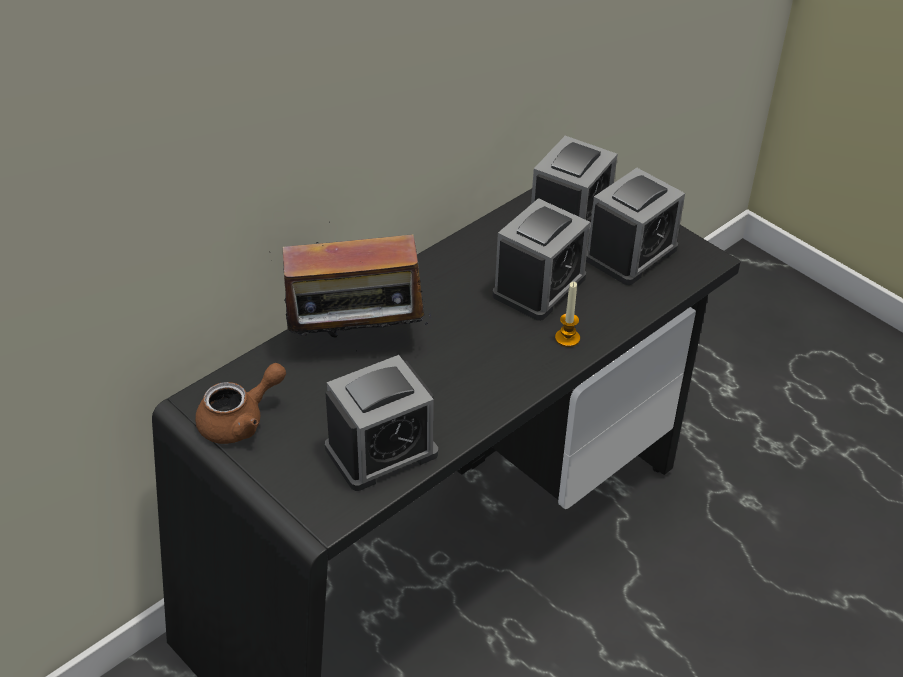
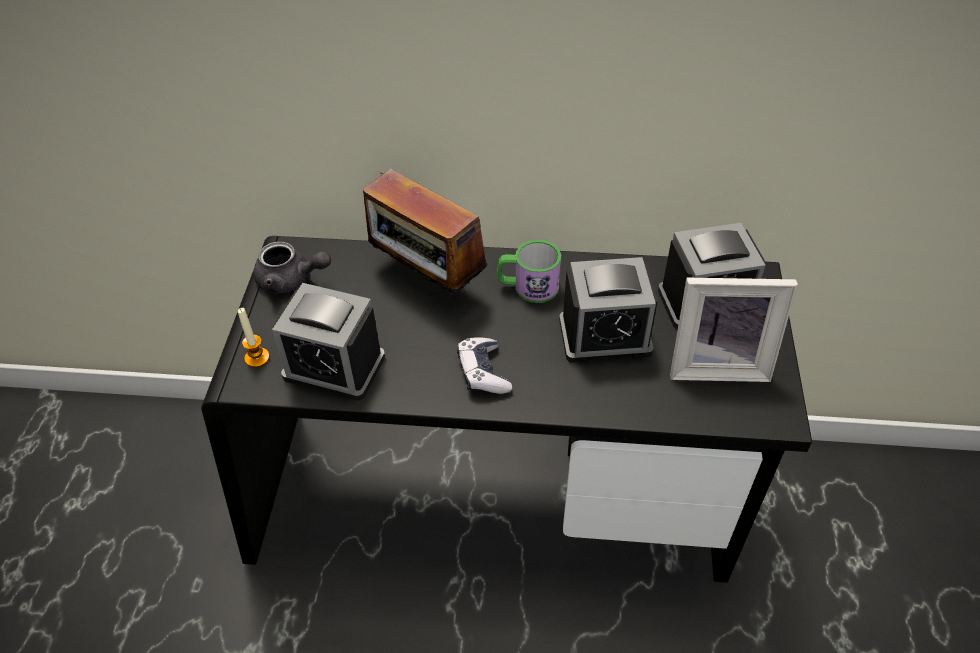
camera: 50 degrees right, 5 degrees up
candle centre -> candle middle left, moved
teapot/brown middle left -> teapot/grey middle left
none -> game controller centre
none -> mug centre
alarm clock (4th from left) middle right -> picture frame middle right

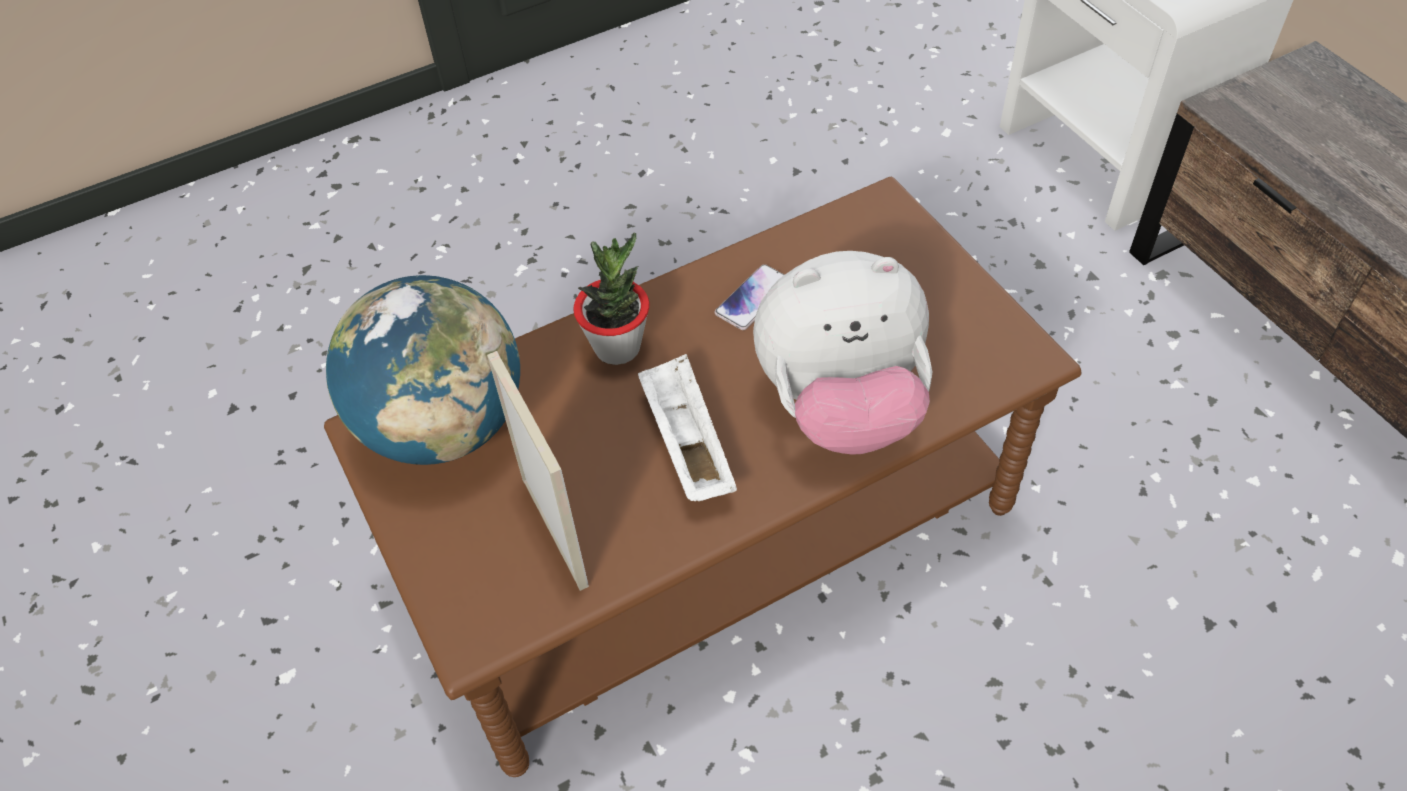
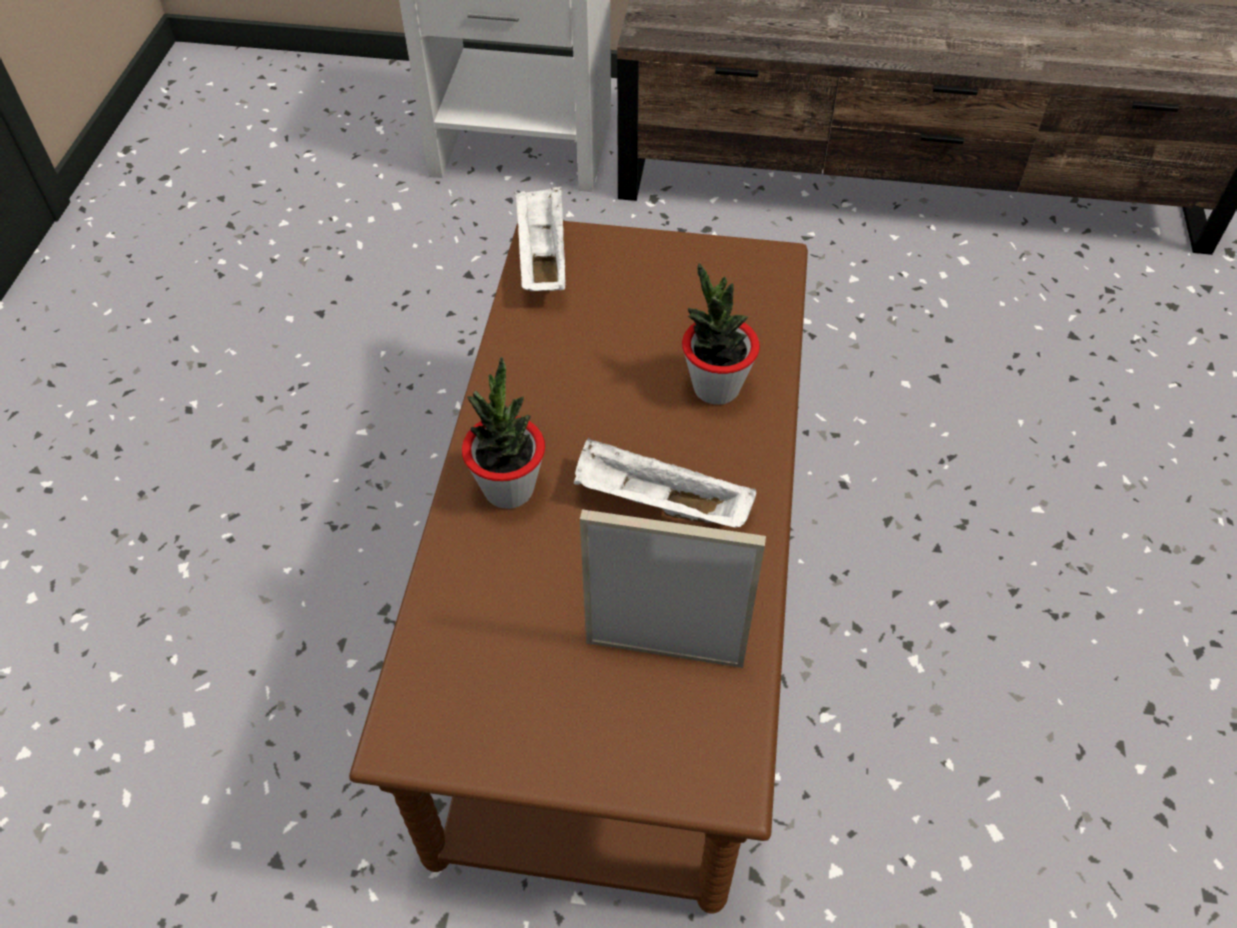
camera: 55 degrees left, 0 degrees up
none -> tray/white (1st from left) top centre
plush toy centre -> potted plant (2nd from left) centre
globe middle left -> none
phone centre -> none

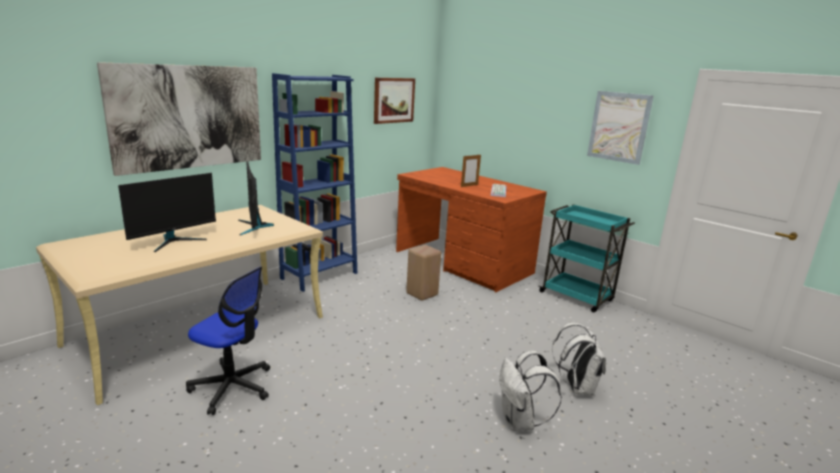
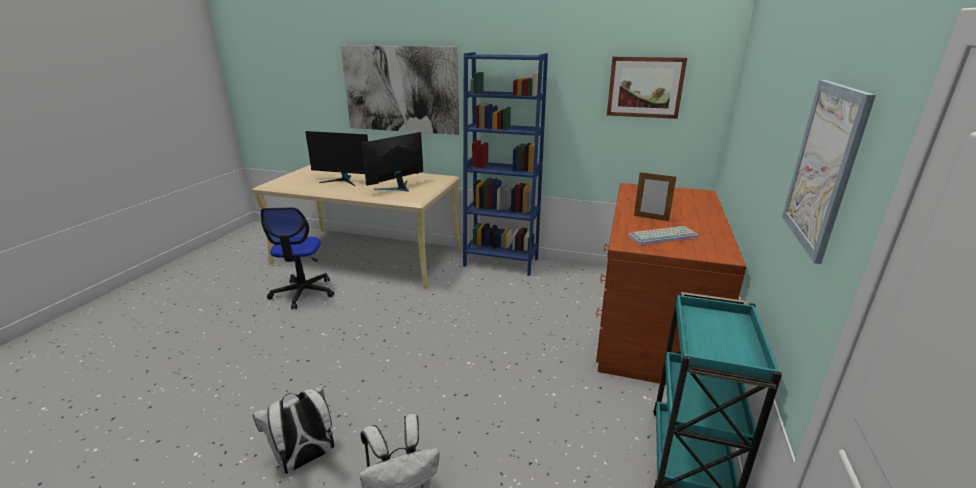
camera: 65 degrees right, 5 degrees up
stool/beige centre -> none

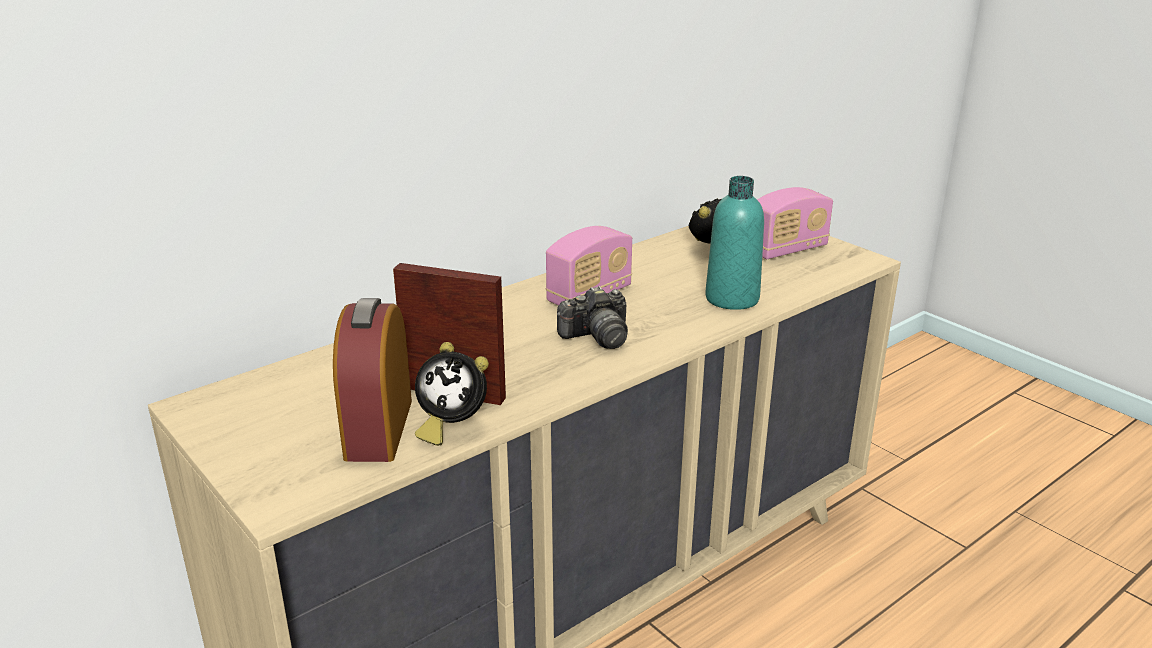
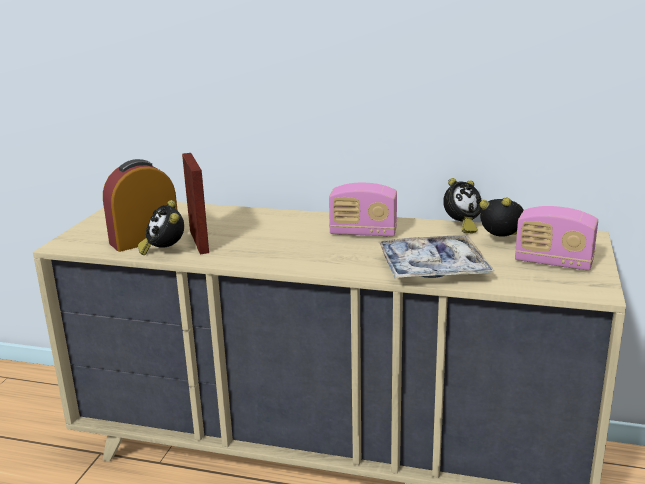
camera: 55 degrees right, 5 degrees down
bottle/turquoise centre -> tray middle right
none -> alarm clock (3rd from left) middle right
photo camera centre -> none

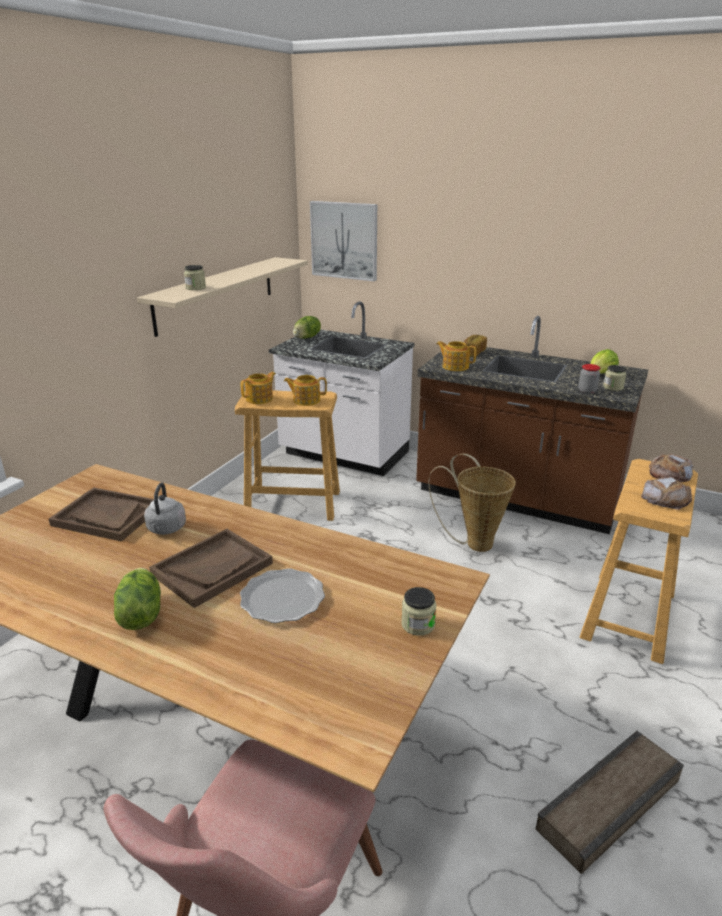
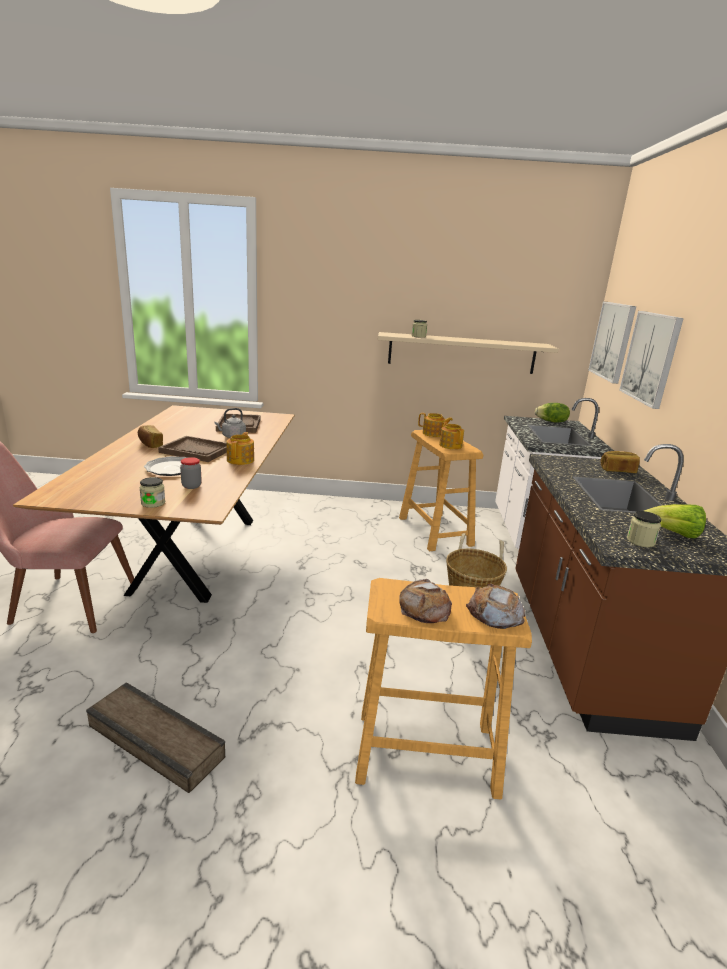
camera: 65 degrees right, 5 degrees down
lettuce (1st from left) middle left -> bread (1st from left) middle left
jar (3rd from left in the first image) middle right -> jar (2nd from left) middle left, moved
teapot (3rd from left in the first image) centre -> teapot (1st from left) middle left, moved
none -> picture (2nd from left) middle right

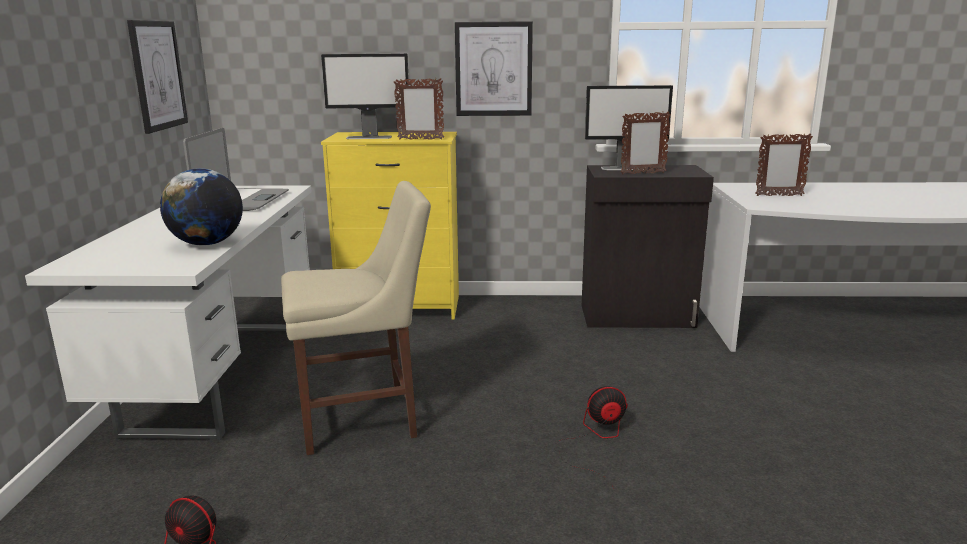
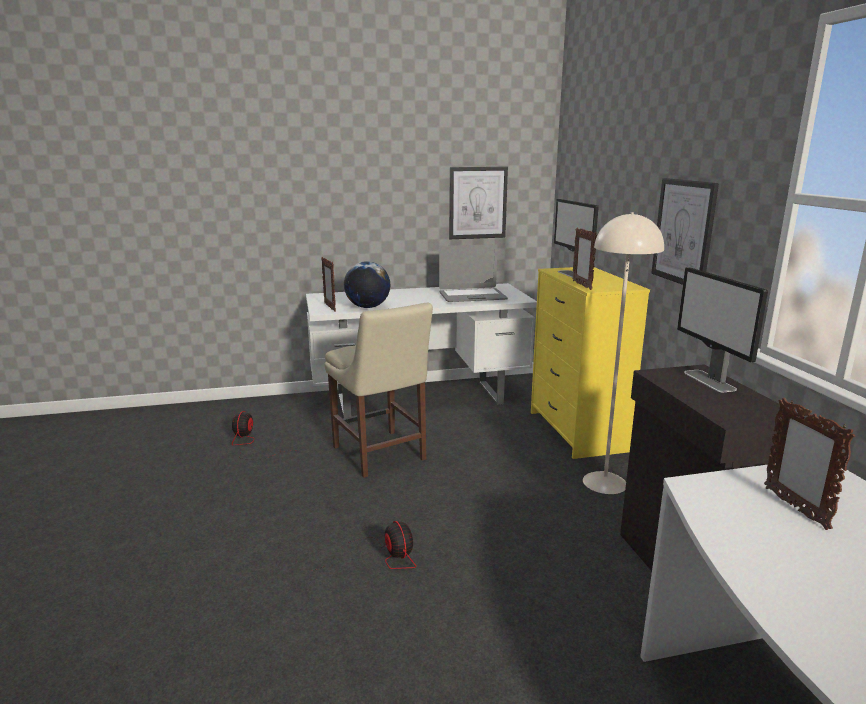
camera: 75 degrees right, 0 degrees up
picture frame (2nd from left in the first image) top right -> picture frame (1st from left) centre, moved
none -> floor lamp/beige middle right

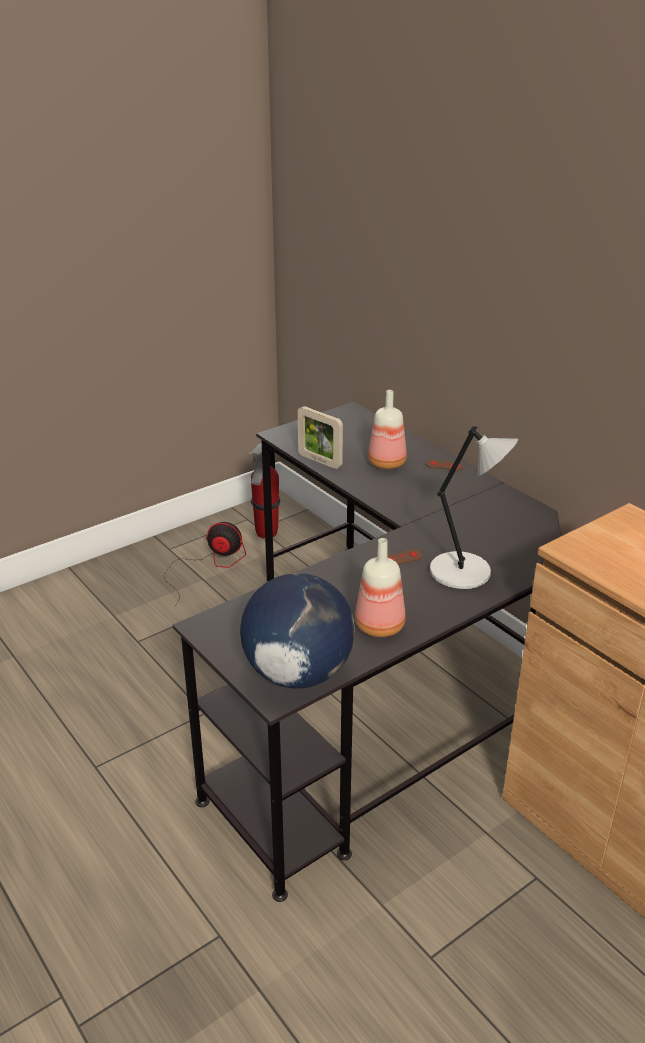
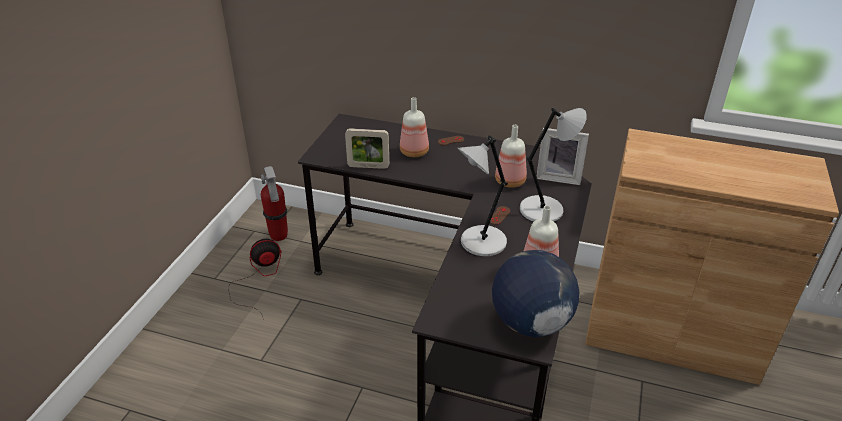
camera: 35 degrees left, 5 degrees up
none -> table lamp/grey (1st from left) centre
none -> bottle (2nd from left) centre
none -> picture frame (2nd from left) middle right

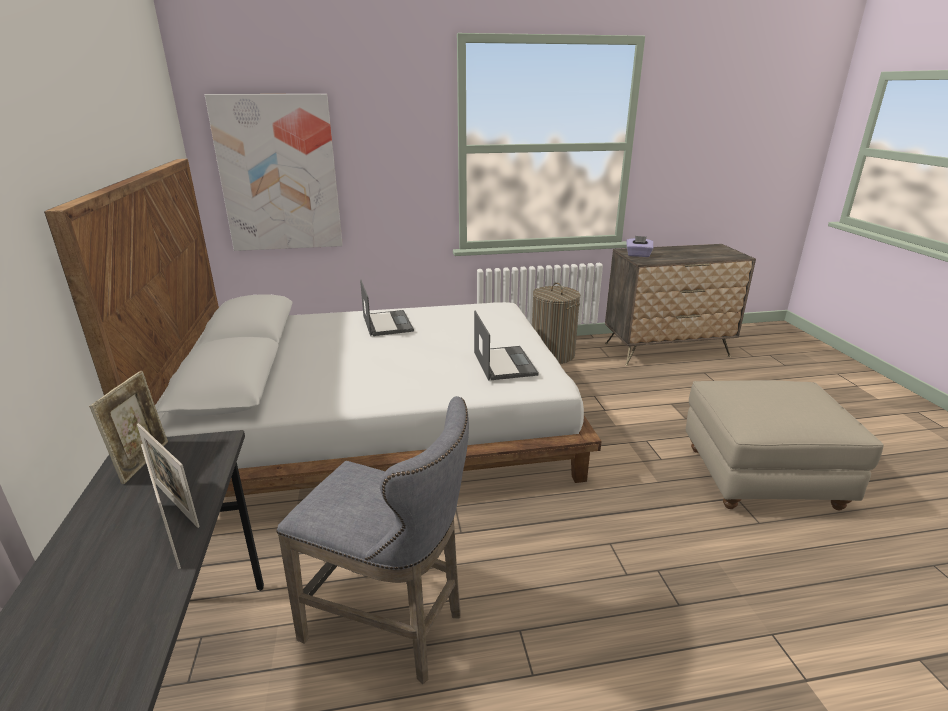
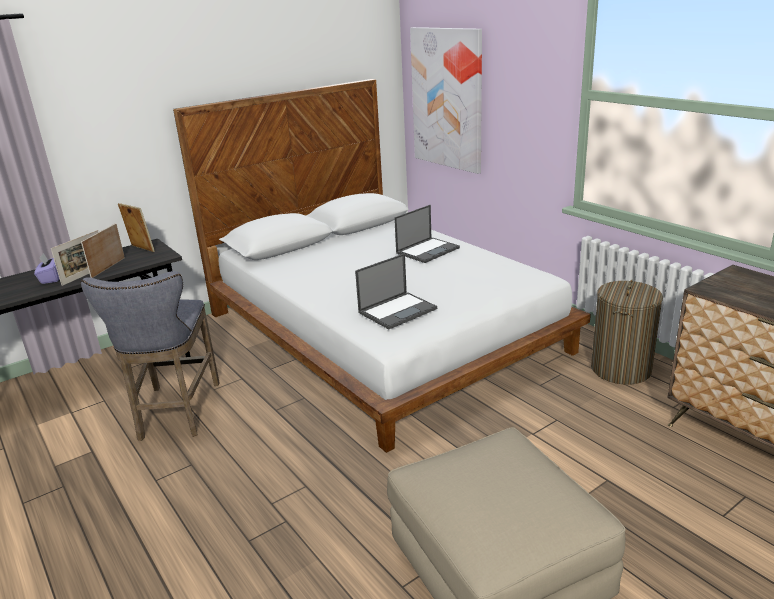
camera: 65 degrees right, 0 degrees up
tissue box/purple middle right -> tissue box/purple middle left, moved
picture frame (1st from left in the first image) middle left -> picture frame (3rd from left) middle left, 120 degrees counterclockwise

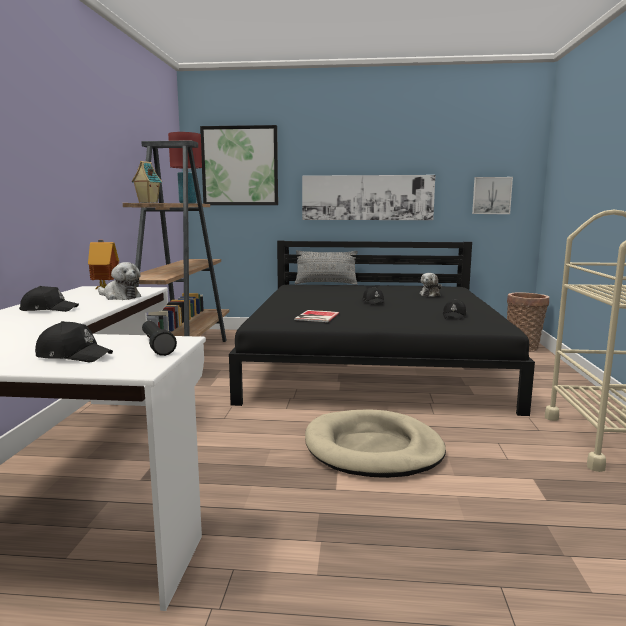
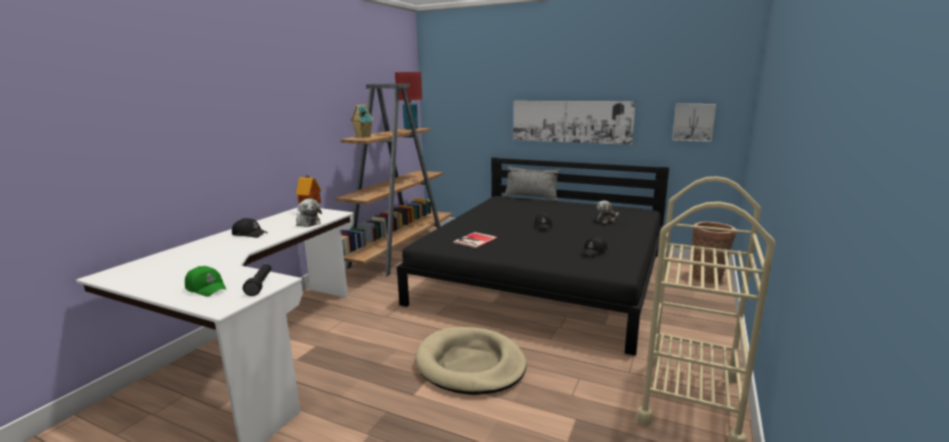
camera: 20 degrees right, 5 degrees up
cap/black (2nd from left) middle left -> cap/green middle left
picture (1st from left) top centre -> none

